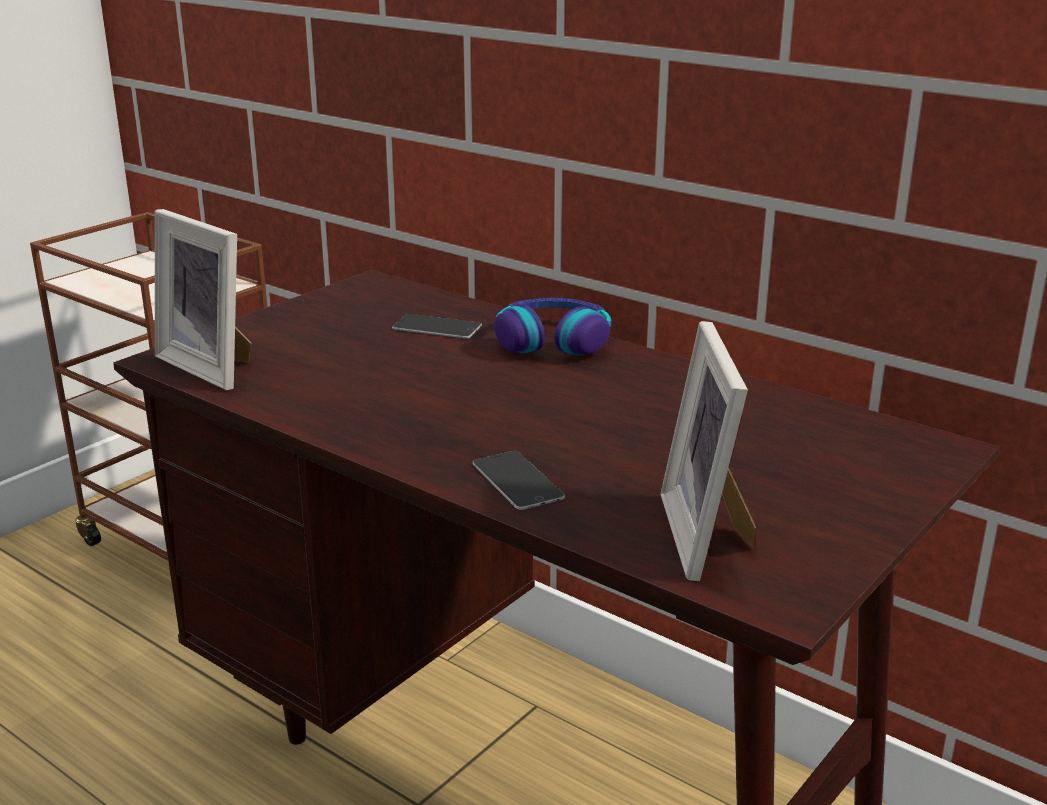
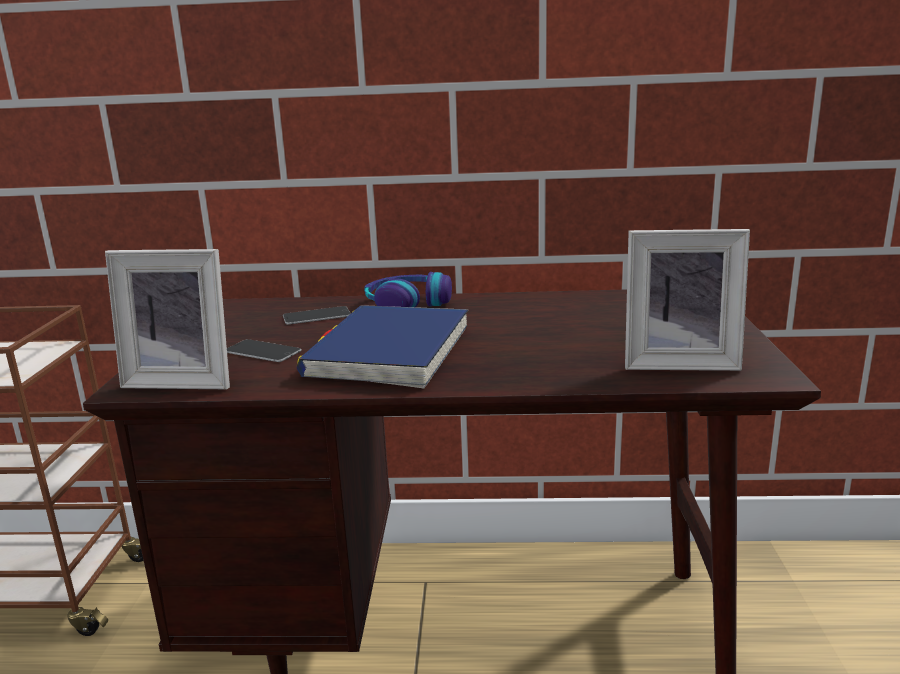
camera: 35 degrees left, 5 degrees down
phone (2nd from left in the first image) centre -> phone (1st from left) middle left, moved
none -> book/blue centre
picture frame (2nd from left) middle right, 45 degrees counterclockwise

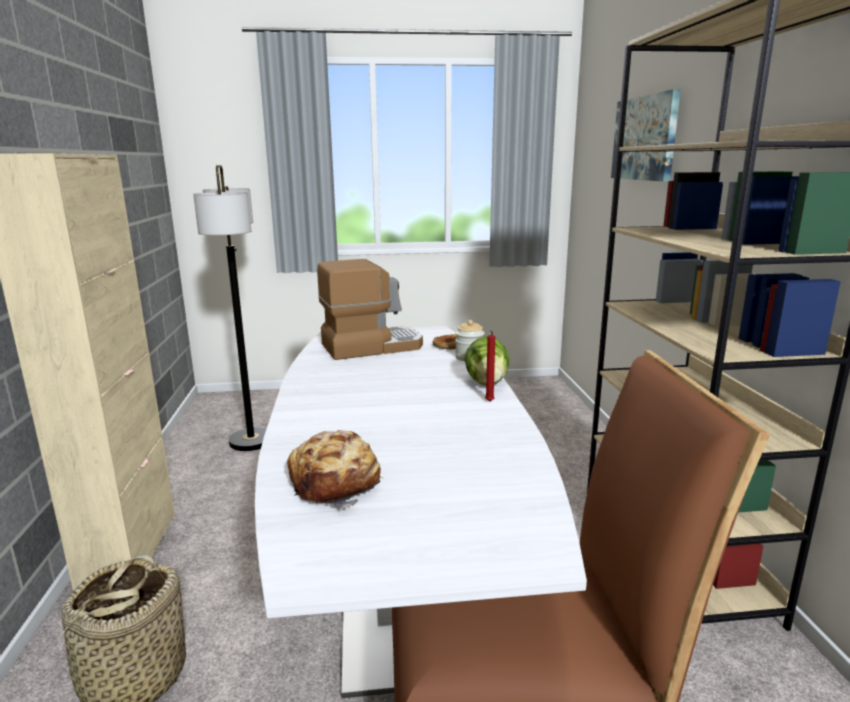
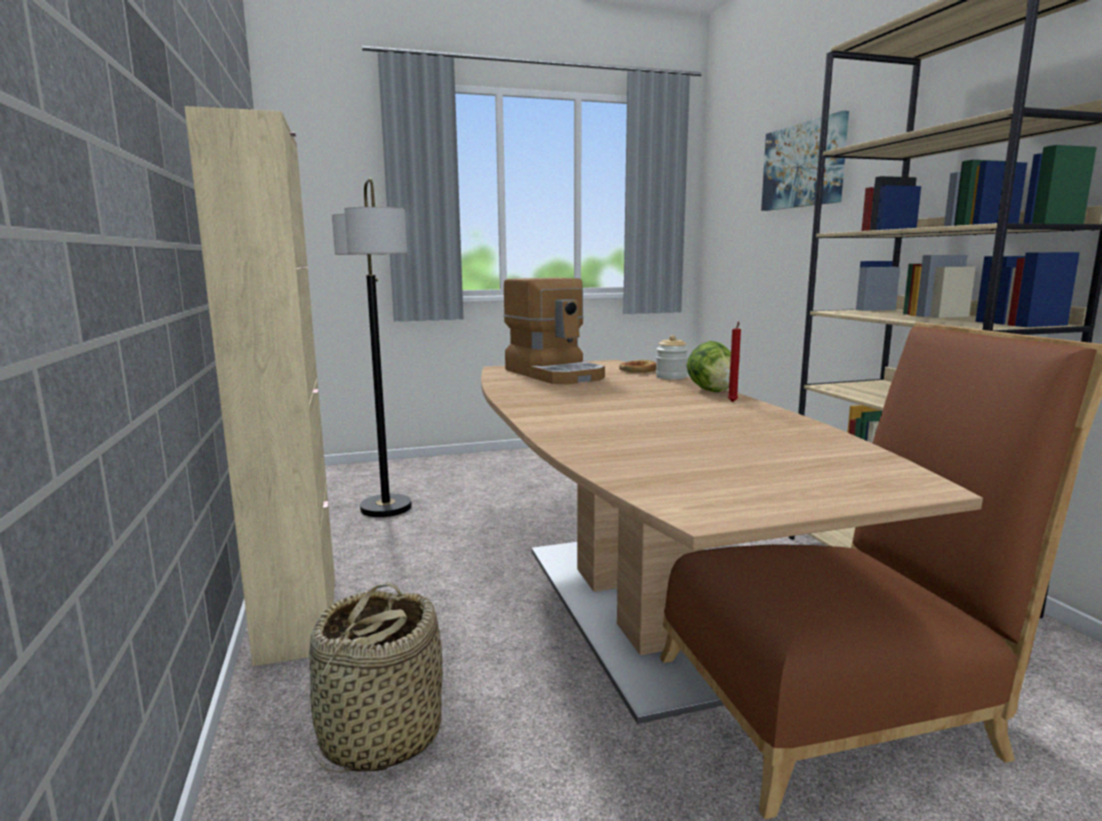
camera: 10 degrees left, 5 degrees down
dining table/white bottom centre -> dining table/brown centre
coffee machine centre, 90 degrees clockwise
bread (1st from left) bottom centre -> none

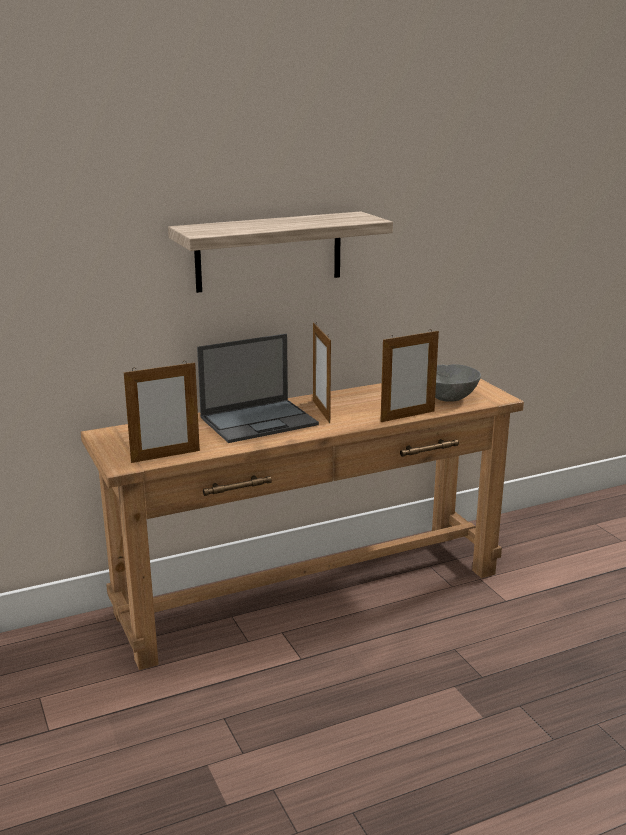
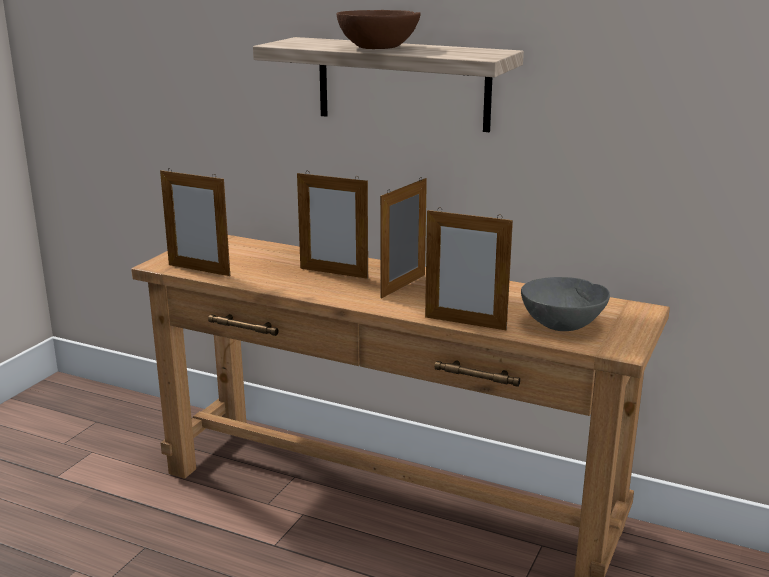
camera: 50 degrees right, 0 degrees up
laptop centre -> picture frame (2nd from left) centre
none -> bowl/brown top centre

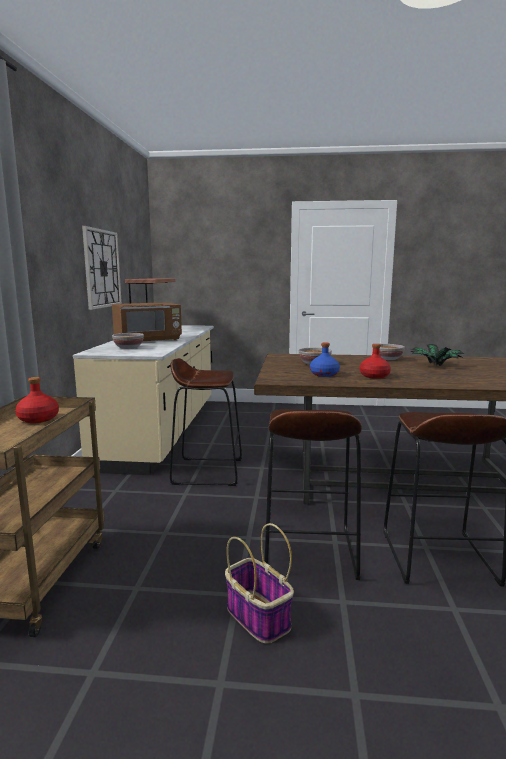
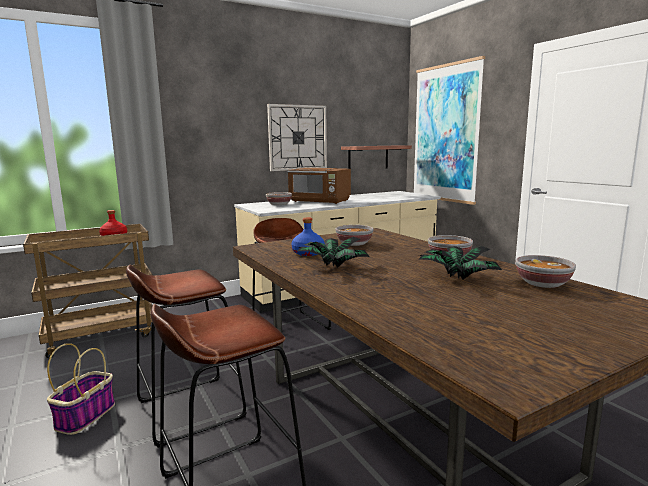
camera: 55 degrees right, 0 degrees up
bottle/red (2nd from left) middle right -> potted plant (1st from left) centre
none -> picture top right
none -> bowl (4th from left) middle right

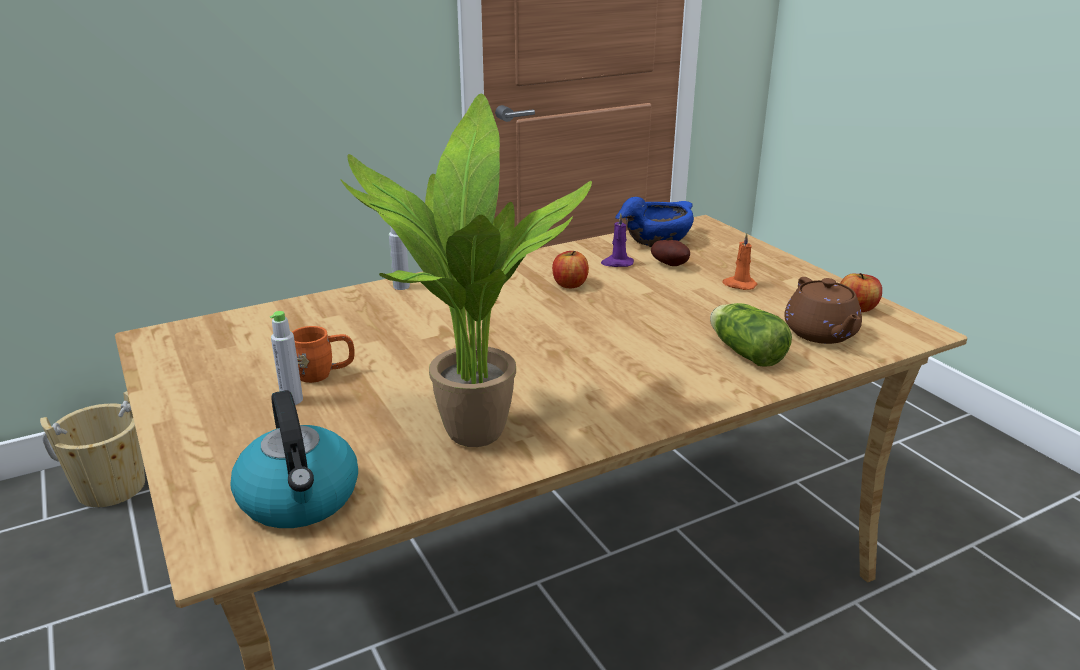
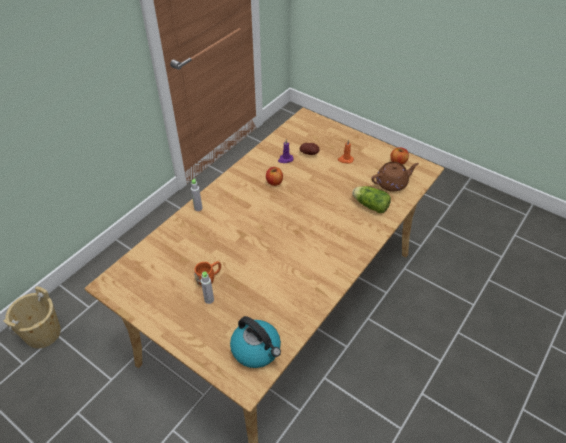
camera: 25 degrees left, 20 degrees up
teapot/brown middle right, 75 degrees counterclockwise
potted plant centre -> none
bowl/blue top centre -> none

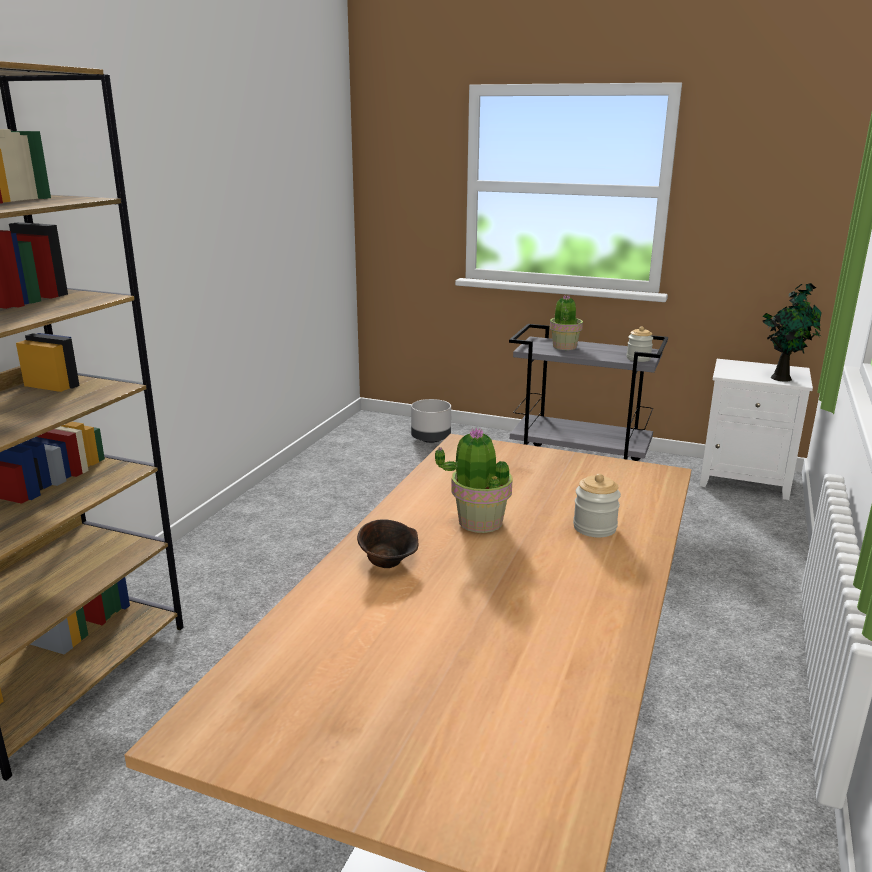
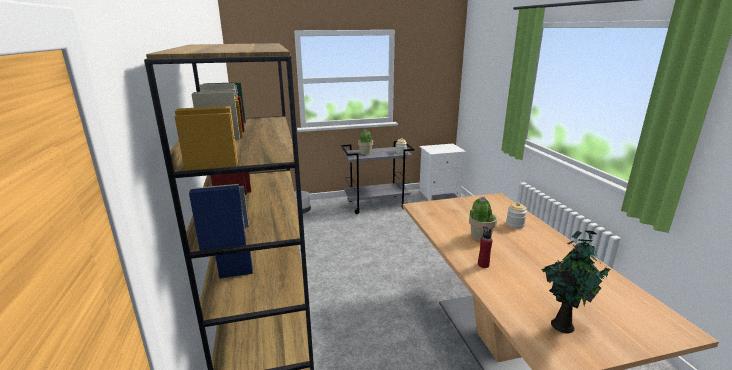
camera: 35 degrees left, 0 degrees up
bowl/brown centre -> bottle/red bottom centre
potted plant (3rd from left) middle right -> potted plant (3rd from left) bottom right, moved

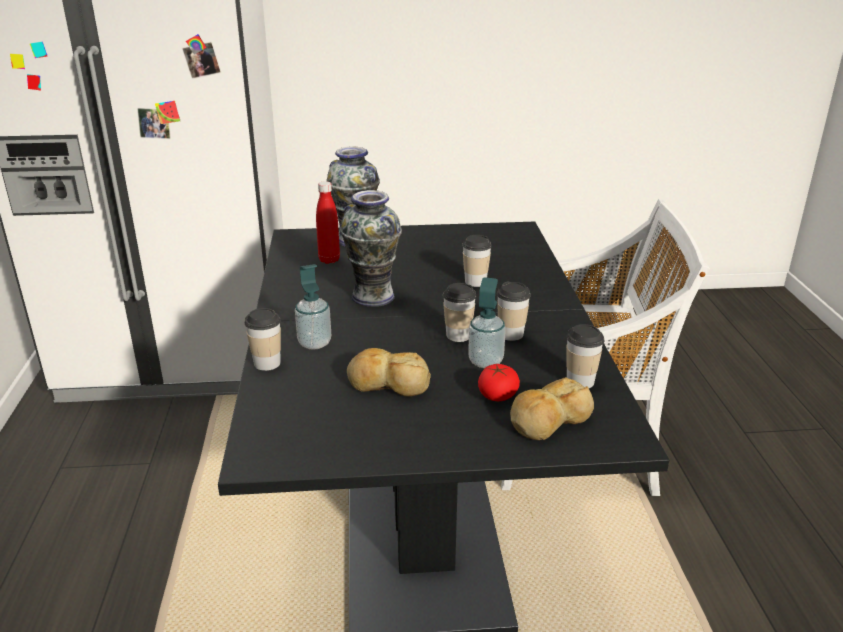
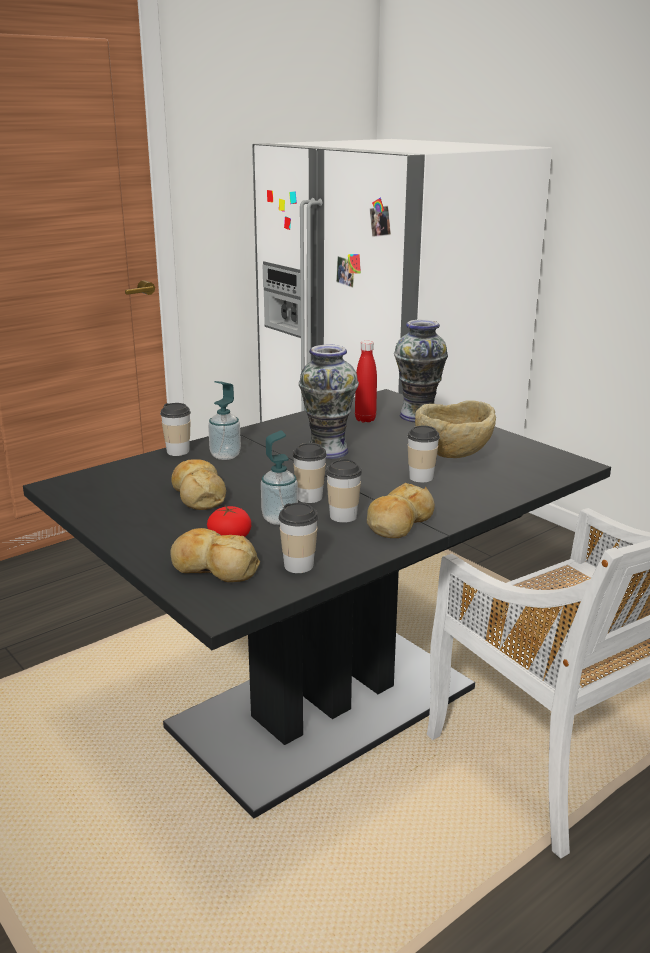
camera: 55 degrees right, 5 degrees down
none -> bread (3rd from left) centre
none -> bowl/beige middle right

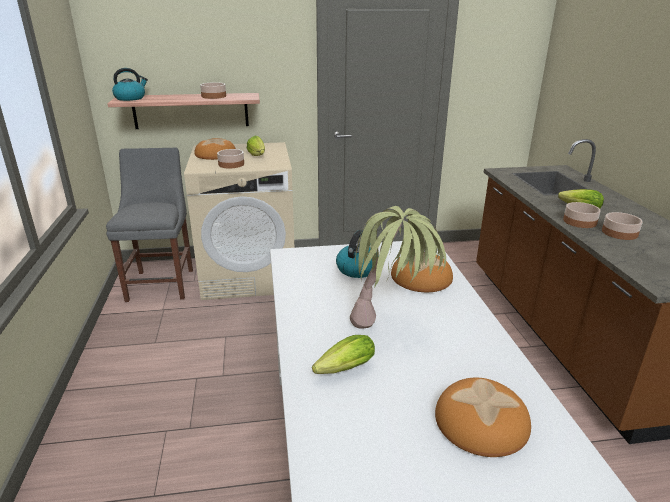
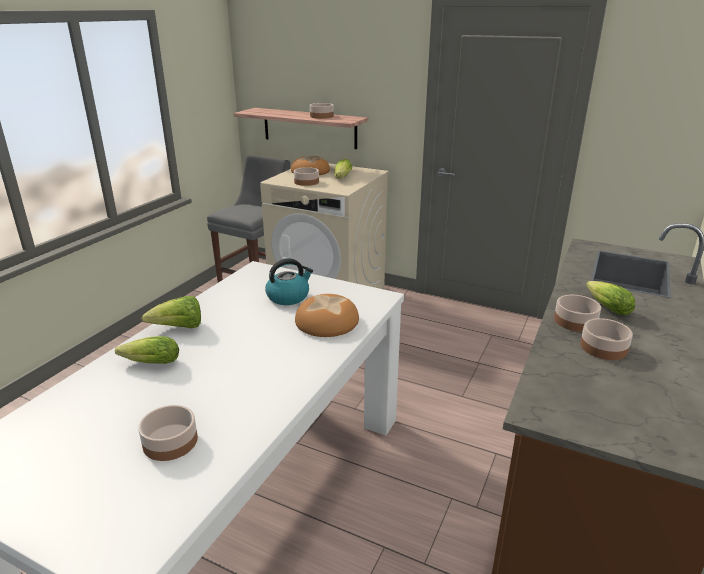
camera: 35 degrees right, 0 degrees up
bread (3rd from left) bottom right -> bowl (1st from left) bottom left
none -> lettuce (2nd from left) middle left
kettle (1st from left) top left -> none
potted plant centre -> none

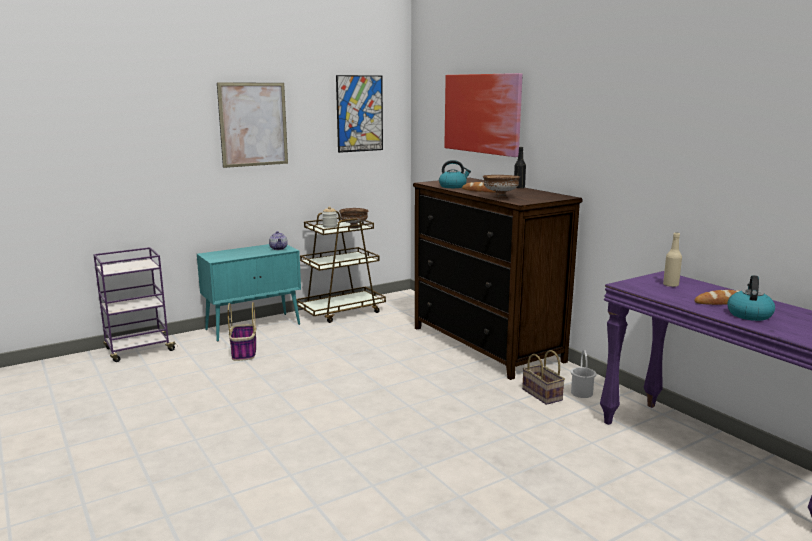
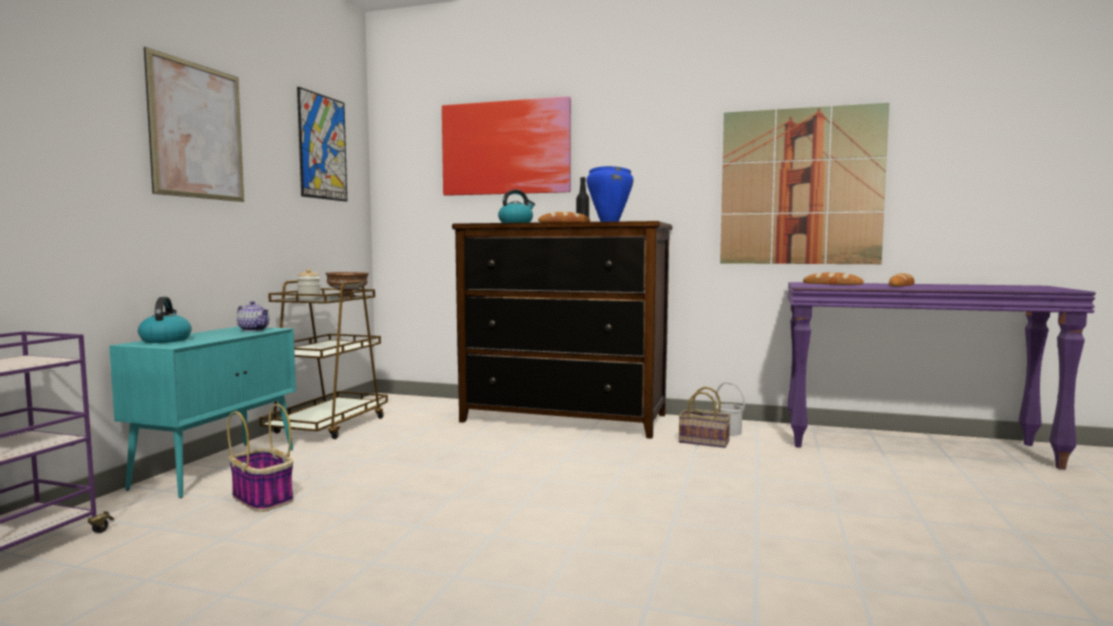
camera: 40 degrees left, 10 degrees down
kettle (2nd from left in the first image) middle right -> kettle (1st from left) middle left, moved
bowl/brown (2nd from left) centre -> cooking pot/blue top centre
none -> picture (4th from left) top right
bottle/beige middle right -> bread (2nd from left) middle right

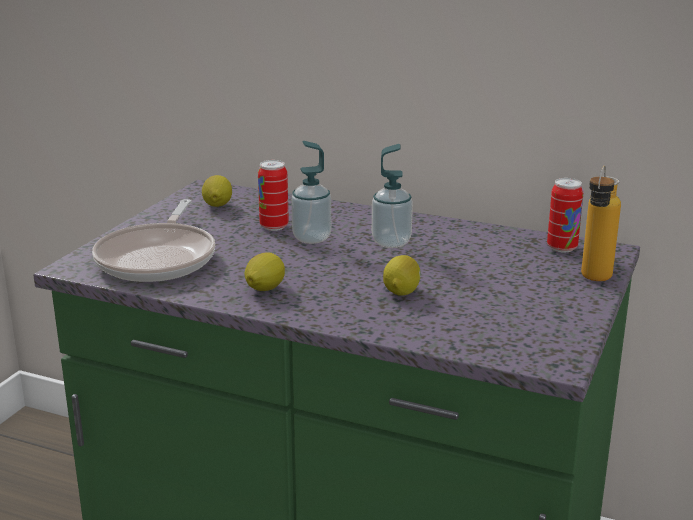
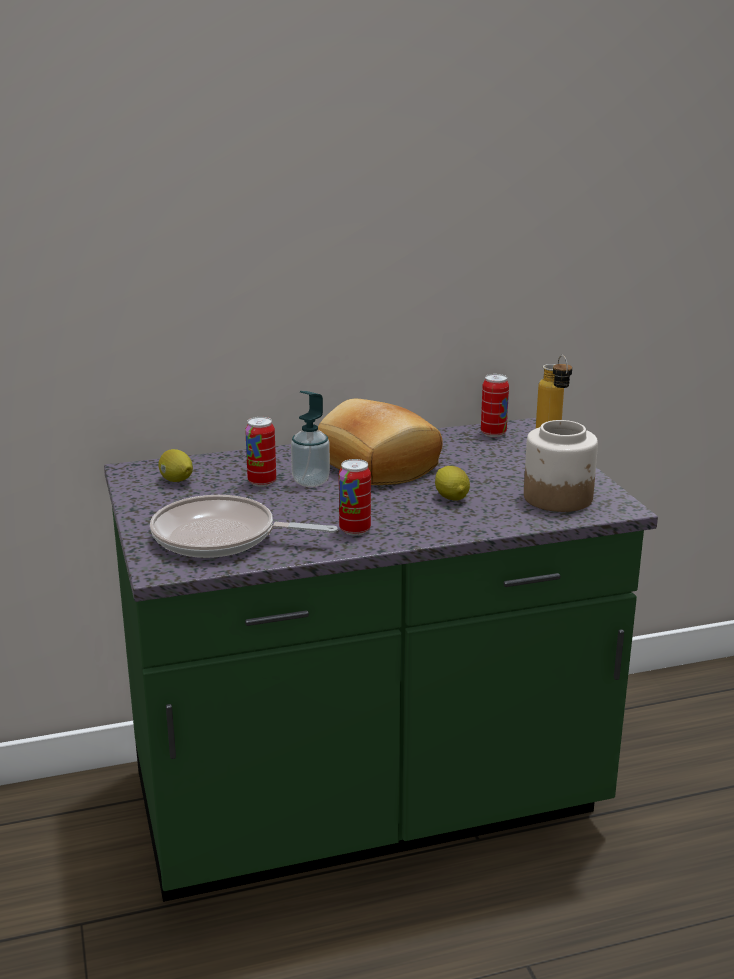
camera: 40 degrees left, 0 degrees up
frying pan middle left, 135 degrees clockwise
soap dispenser (2nd from left) centre -> bread centre
lemon (2nd from left) centre -> can (2nd from left) centre
none -> jar middle right

